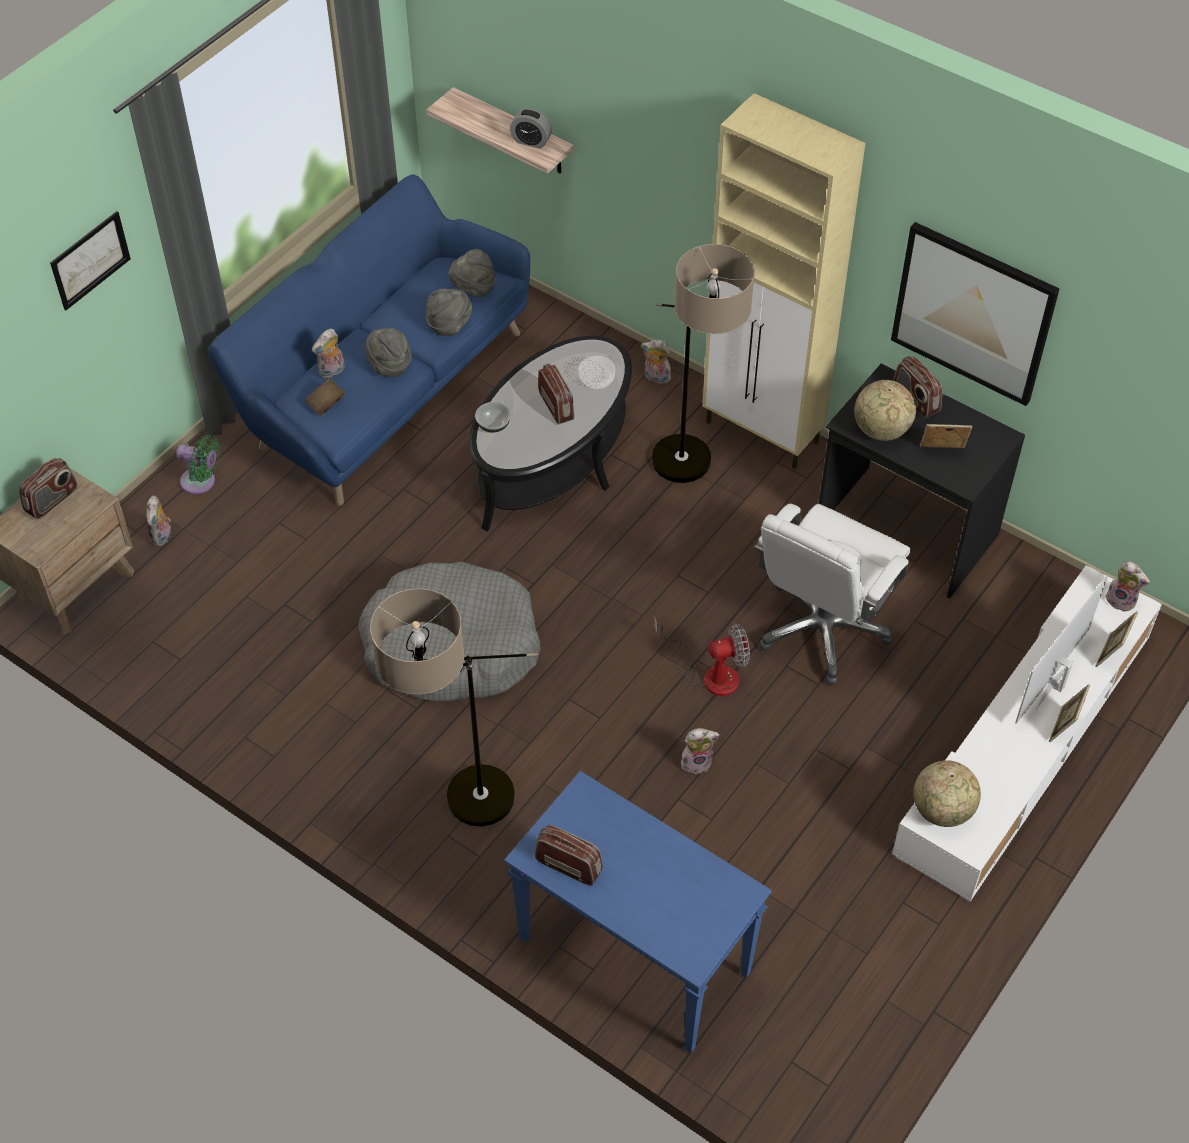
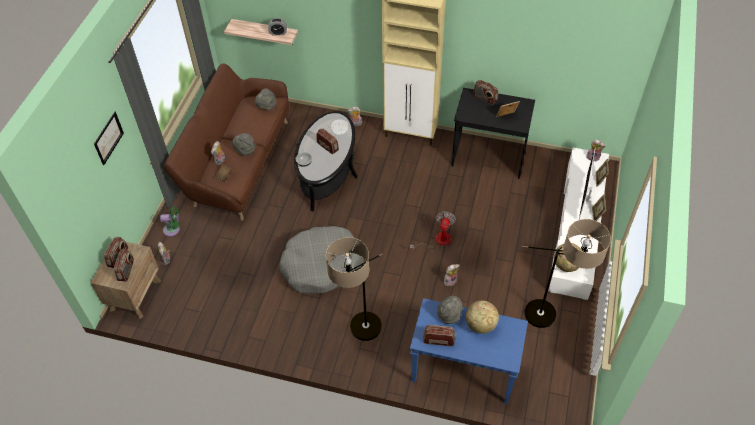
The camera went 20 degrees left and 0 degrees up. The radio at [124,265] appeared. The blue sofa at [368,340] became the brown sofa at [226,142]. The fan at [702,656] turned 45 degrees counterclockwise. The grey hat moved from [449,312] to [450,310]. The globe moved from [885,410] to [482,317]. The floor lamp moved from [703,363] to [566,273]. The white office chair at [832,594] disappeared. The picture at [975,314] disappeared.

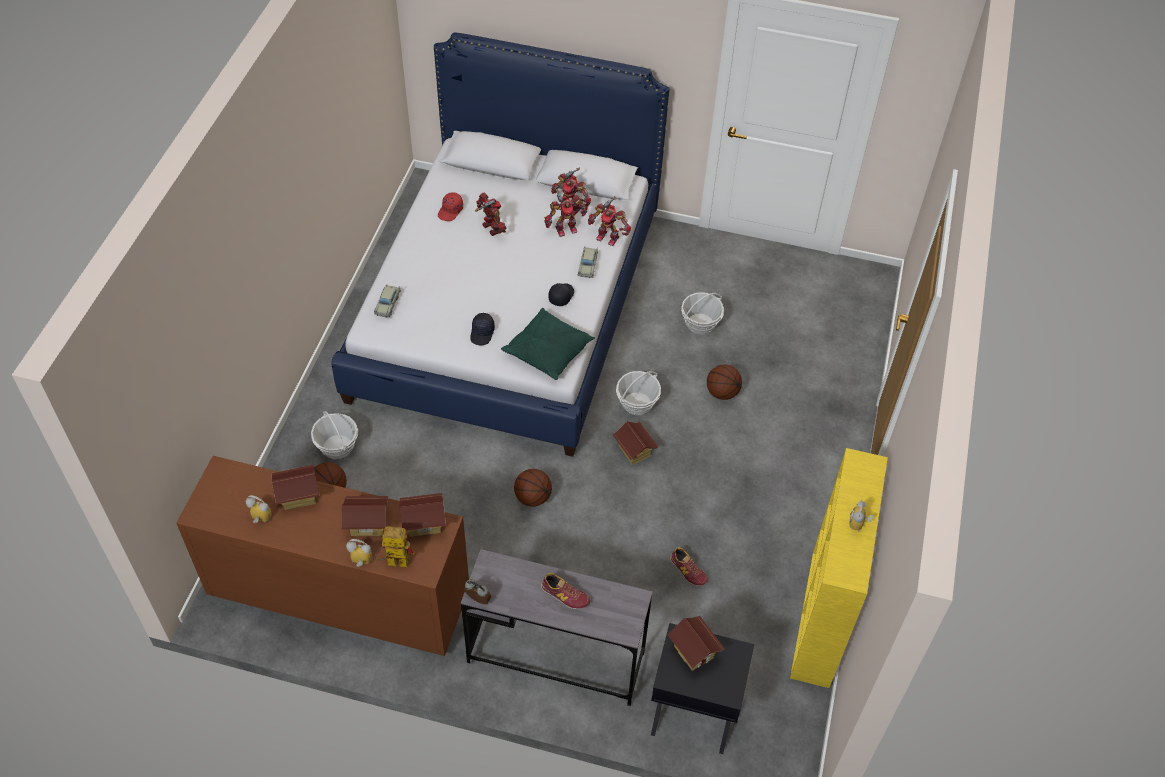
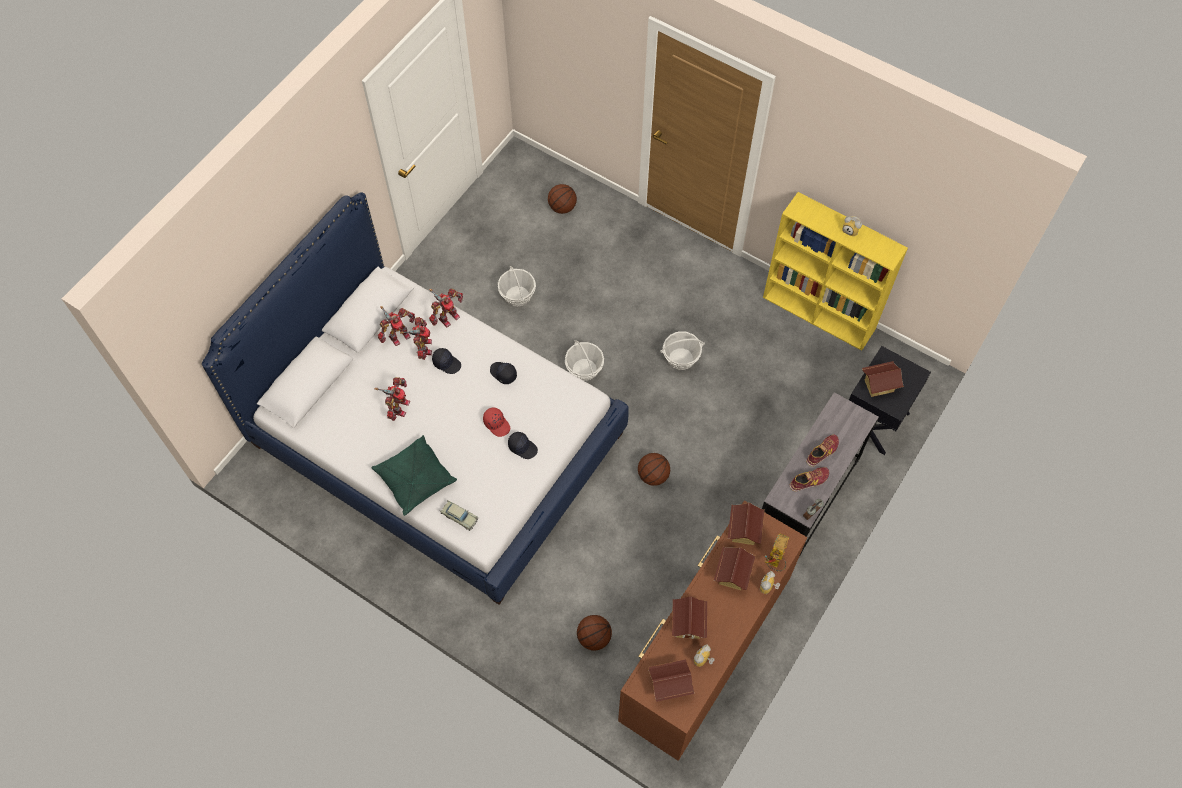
The camera went 70 degrees left and 10 degrees up. The green pillow moved from [548,344] to [414,475]. The toy robot at [491,214] turned 120 degrees clockwise. The black cap at [446,361] appeared. The red cap moved from [450,206] to [496,422]. The basketball moved from [724,382] to [562,199]. The toy house moved from [635,443] to [671,680]. The basket moved from [334,435] to [682,351]. The shoe moved from [689,566] to [809,479]. The beige toy car at [588,262] disappeared.

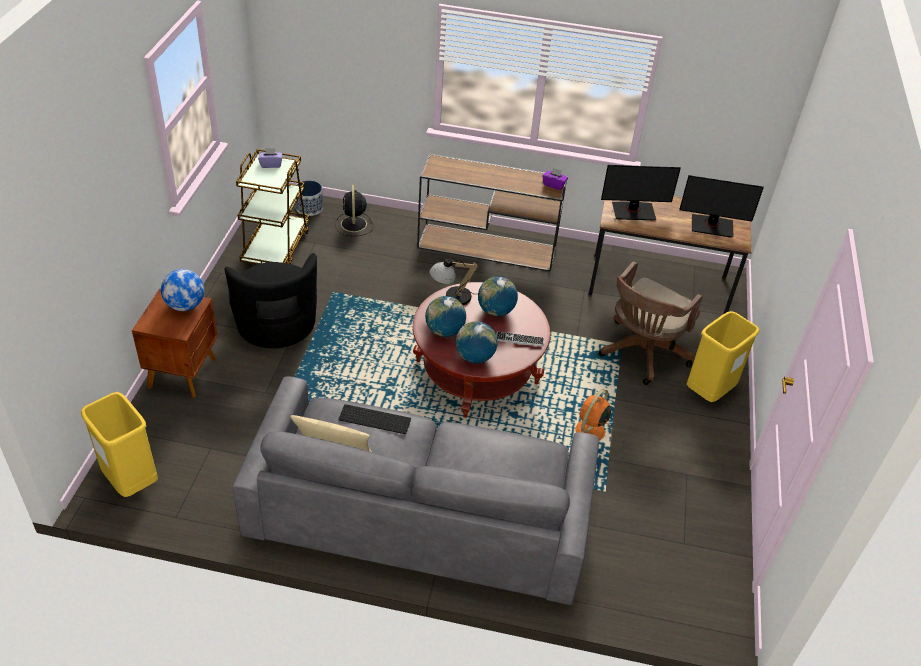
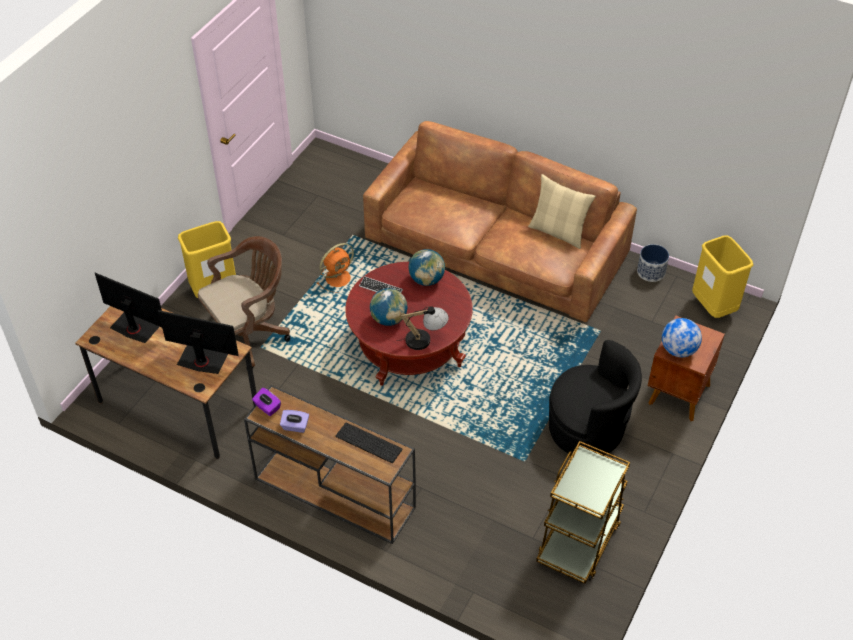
The camera went 160 degrees left and 5 degrees up. The purple tissue box moved from [270,158] to [294,421]. The keyboard moved from [374,419] to [369,443]. The grey sofa at [415,490] became the brown sofa at [500,221]. The black armchair at [270,300] turned 105 degrees clockwise. The planter moved from [309,198] to [653,263]. The black fan at [354,210] disappeared. The globe at [445,316] disappeared.

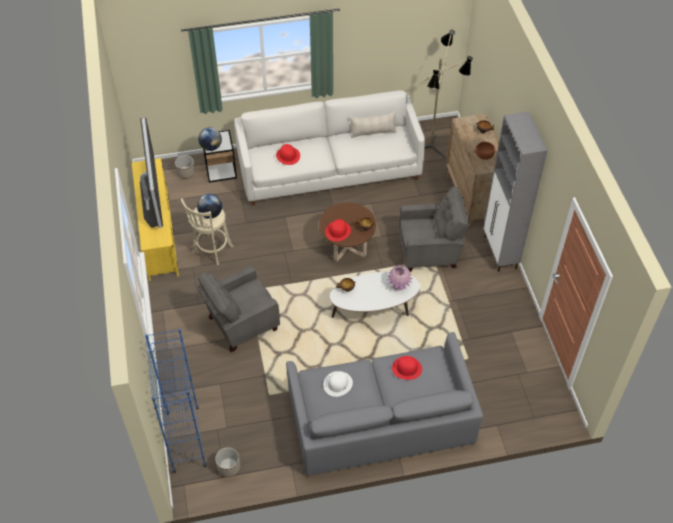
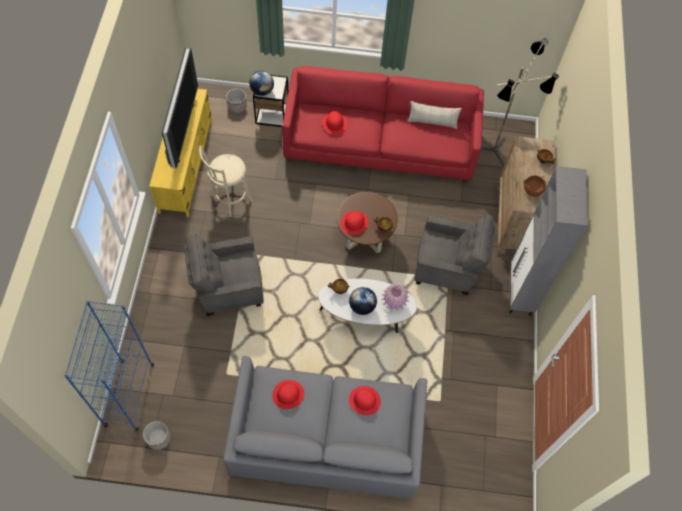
The camera went 15 degrees right and 10 degrees up. The white hat at [338,384] became the red hat at [288,394]. The white sofa at [329,147] became the red sofa at [383,124]. The globe moved from [209,206] to [363,301].

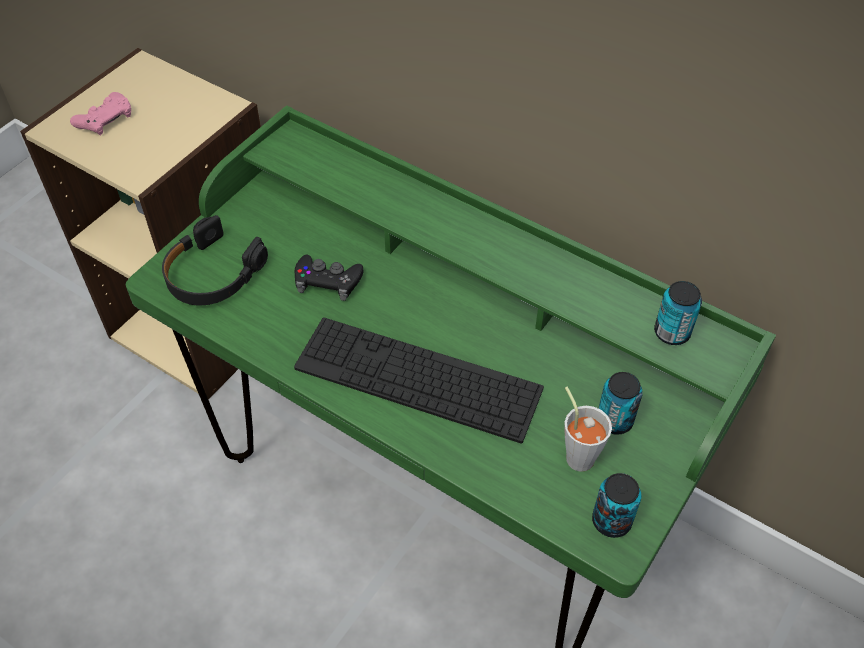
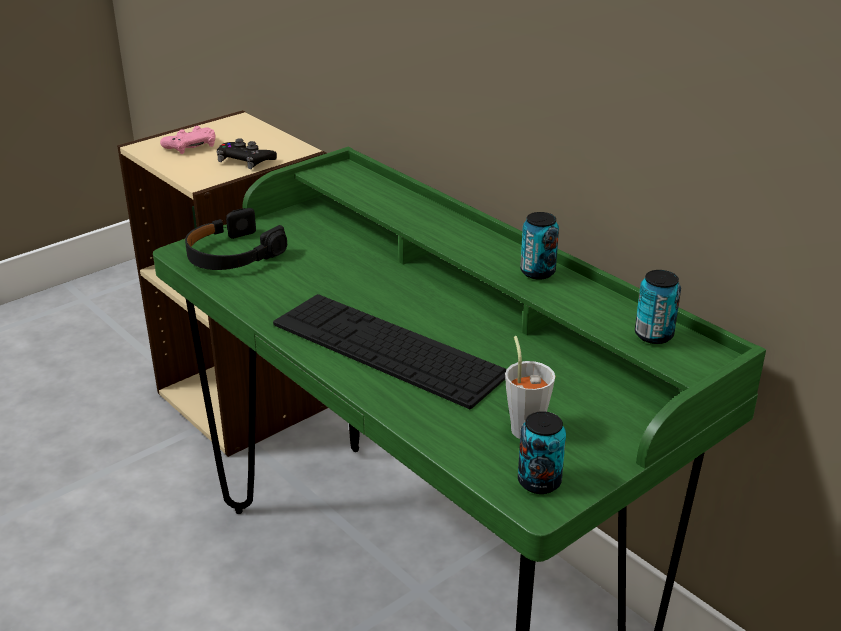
The camera went 15 degrees right and 20 degrees down. The black game controller moved from [329,278] to [247,153]. The can moved from [620,403] to [539,246].

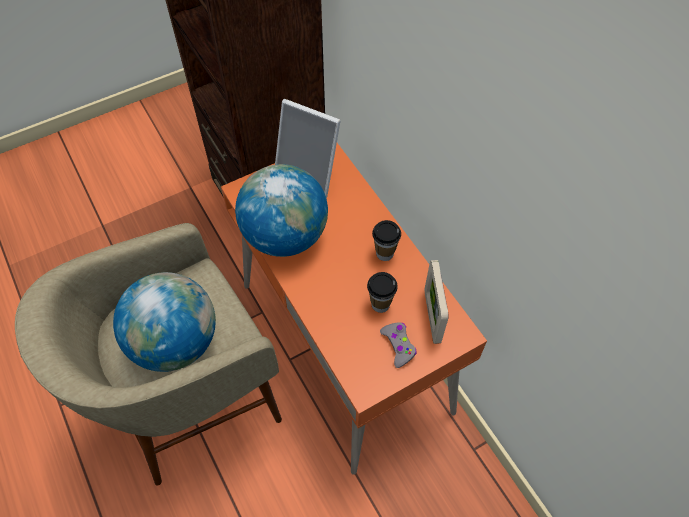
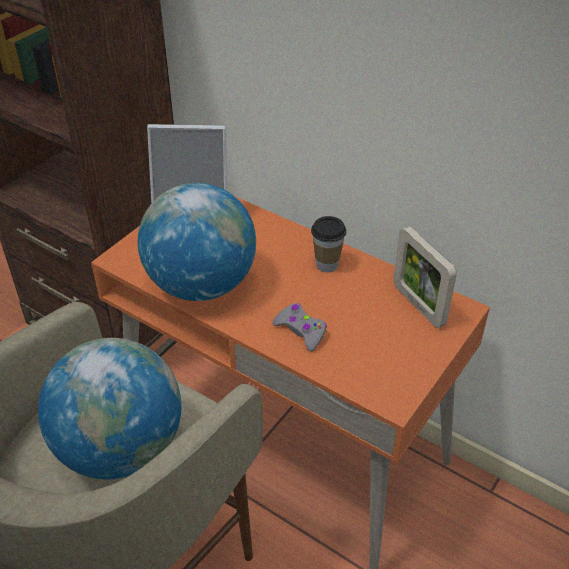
The camera went 25 degrees left and 15 degrees down. The grey game controller moved from [398,345] to [300,327]. The cup at [382,292] disappeared.

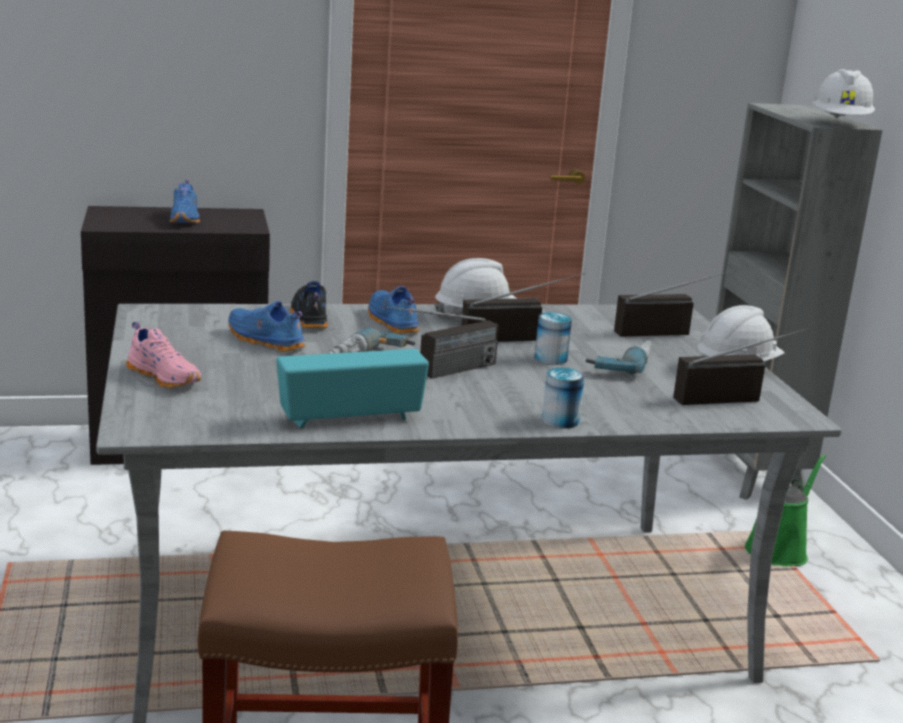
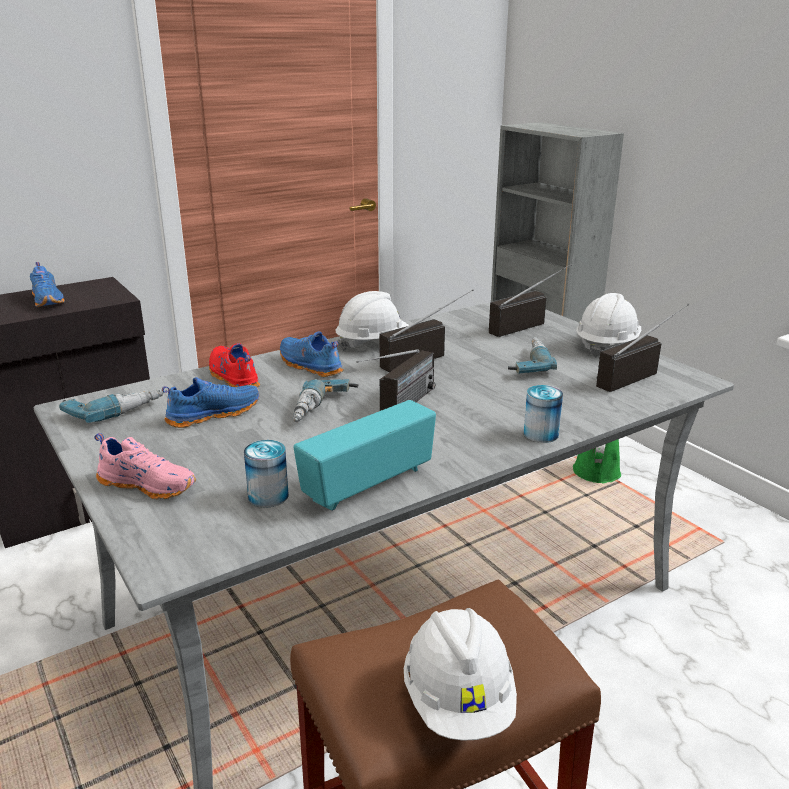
The camera went 20 degrees left and 5 degrees up. The power drill at [112,406] appeared. The blue shoe at [267,326] turned 135 degrees clockwise. The black shoe at [309,304] became the red shoe at [234,365]. The can moved from [553,338] to [266,474]. The white hard hat moved from [843,94] to [460,674].

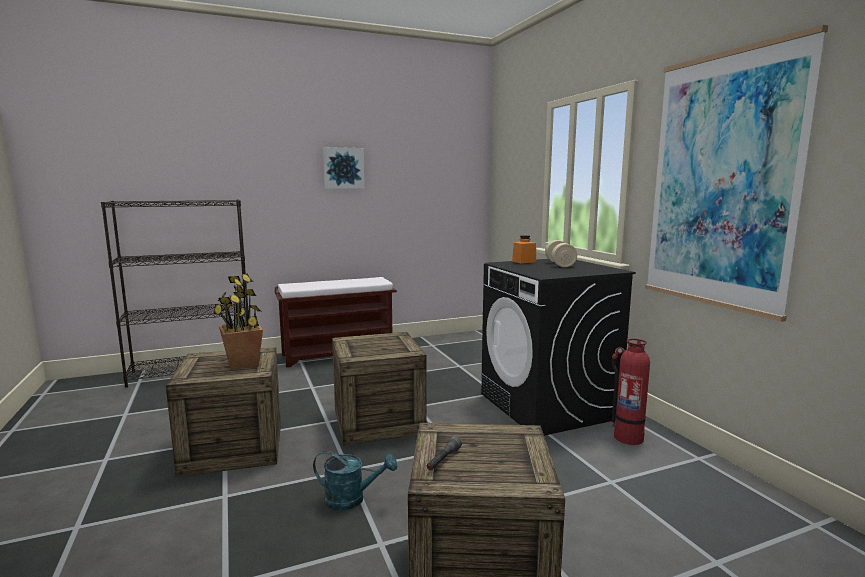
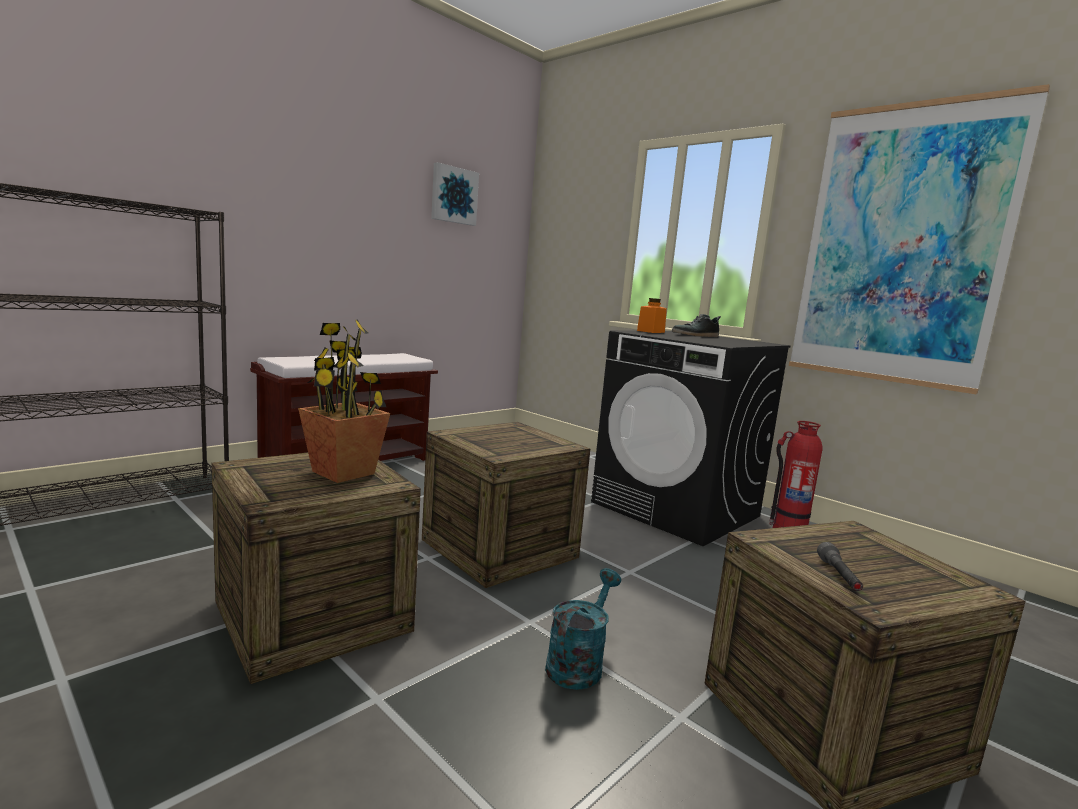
The camera went 25 degrees left and 0 degrees up. The picture moved from [343,168] to [455,194]. The turquoise watering can at [355,481] turned 45 degrees counterclockwise. The beige dumbbell at [561,253] was replaced by the shoe at [696,325].

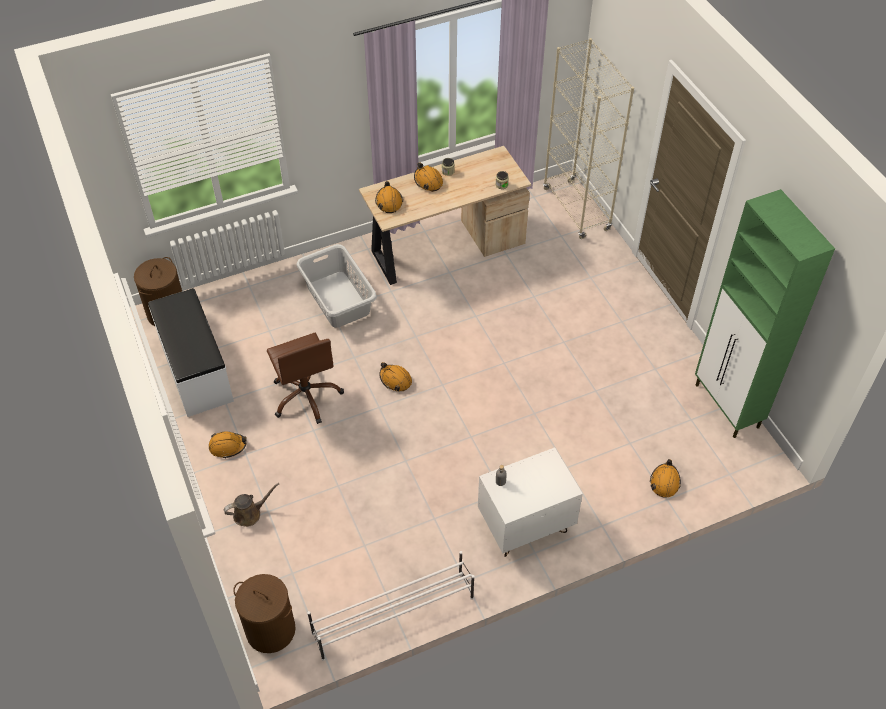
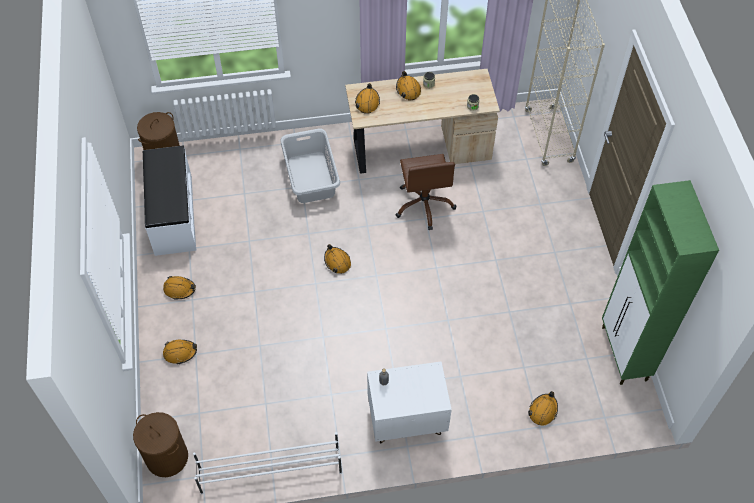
The camera went 15 degrees right and 5 degrees up. The brown watering can at [251,505] was replaced by the orange hard hat at [180,352]. The brown office chair moved from [305,378] to [425,192].

